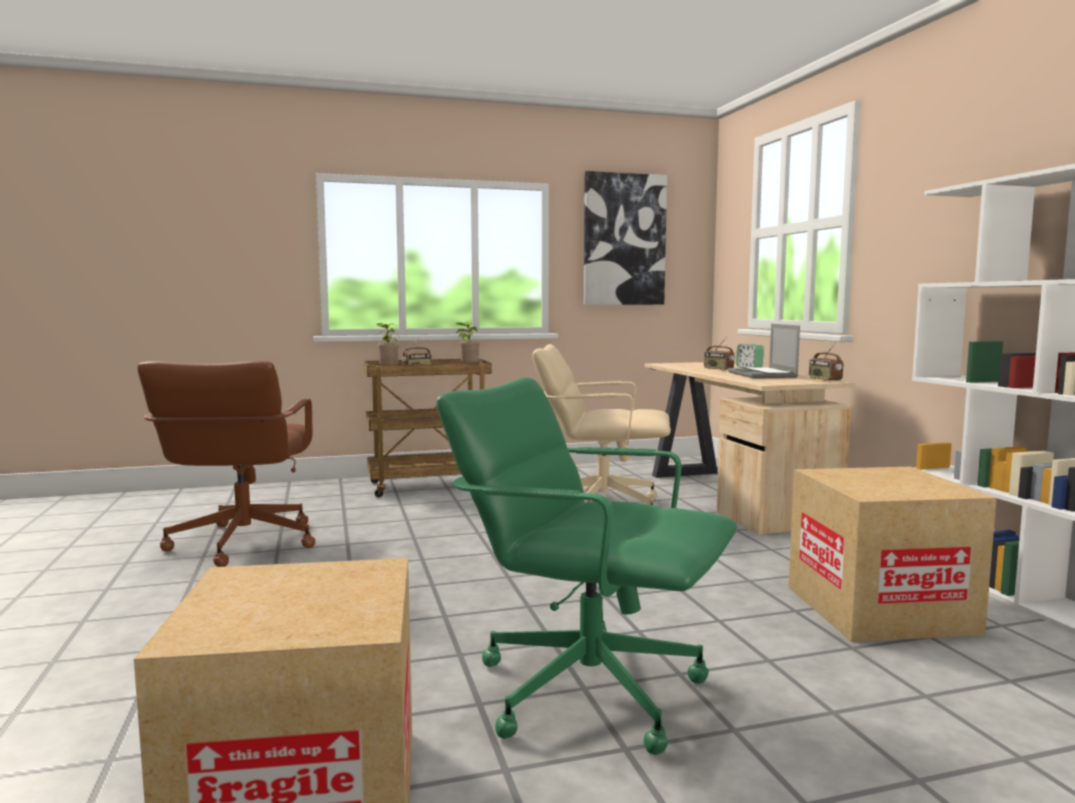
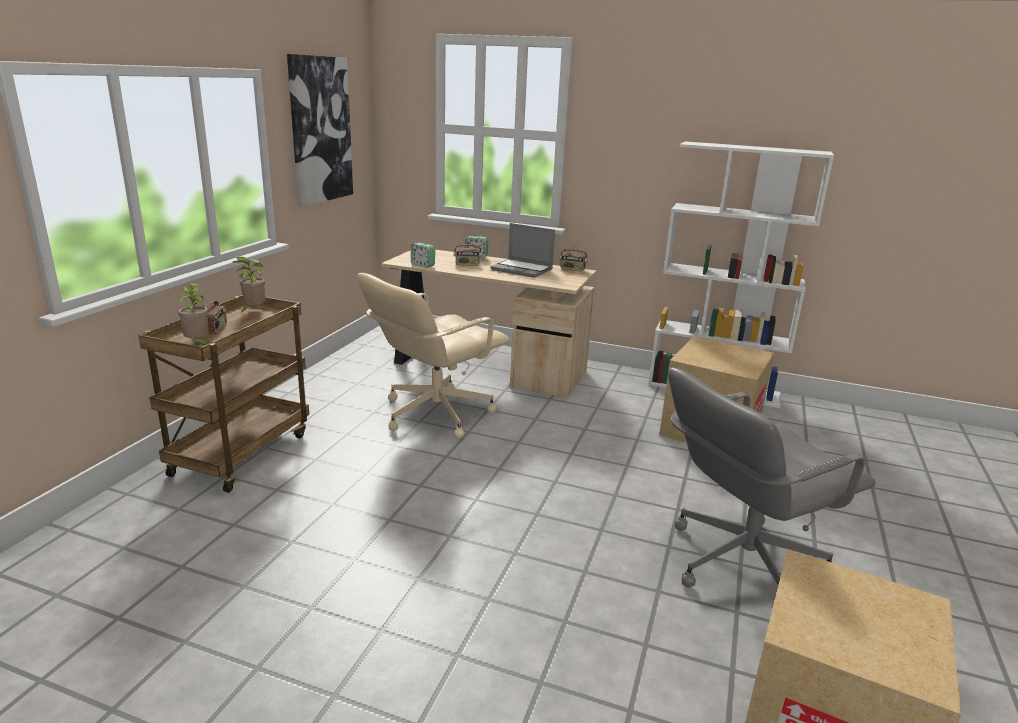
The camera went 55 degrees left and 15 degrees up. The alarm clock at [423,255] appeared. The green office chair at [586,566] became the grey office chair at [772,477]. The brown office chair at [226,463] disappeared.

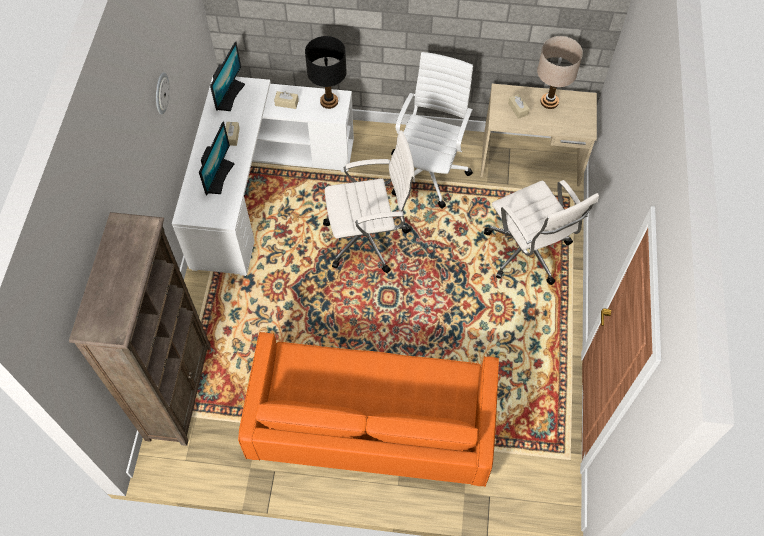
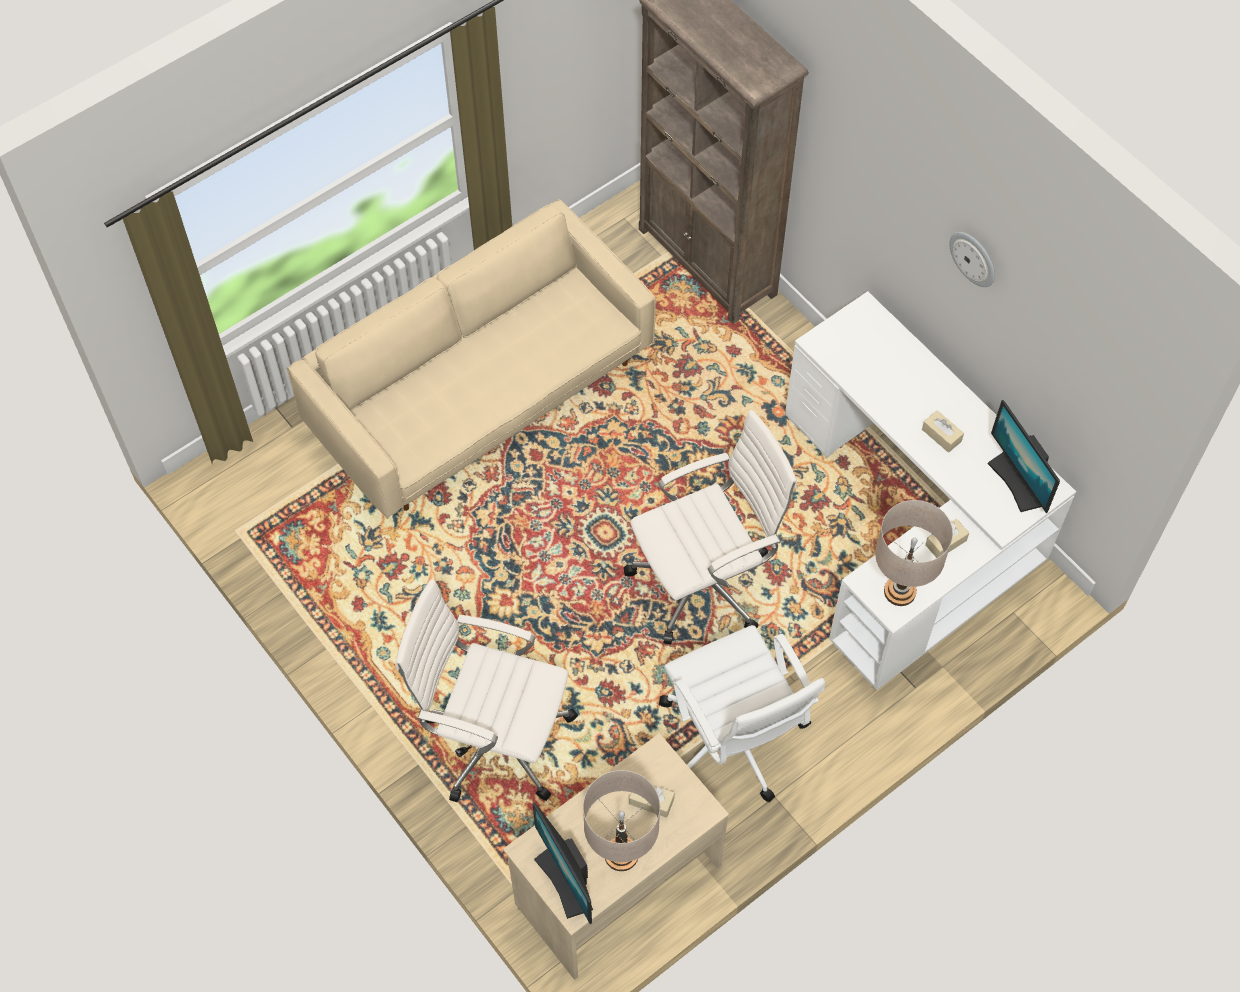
The camera went 135 degrees right and 0 degrees up. The orange sofa at [368,409] became the beige sofa at [471,359]. The monitor moved from [216,159] to [563,863]. The white office chair at [369,201] turned 150 degrees counterclockwise. The black table lamp at [326,72] became the beige table lamp at [914,553].

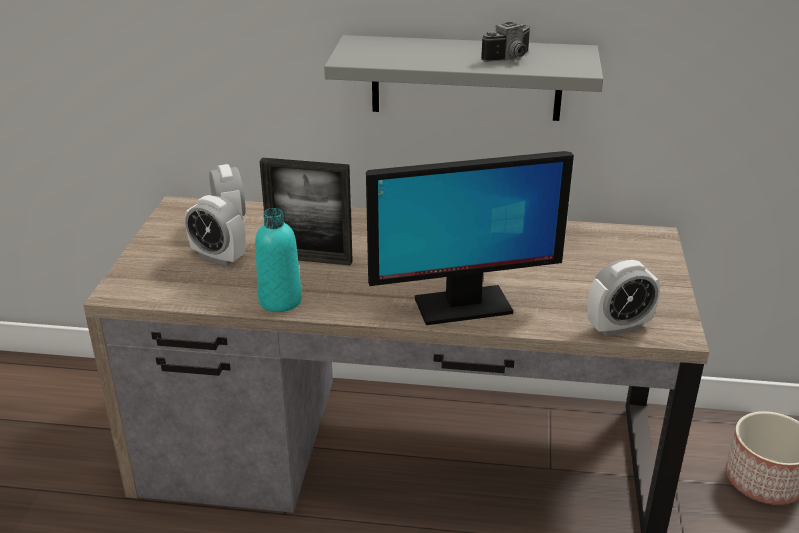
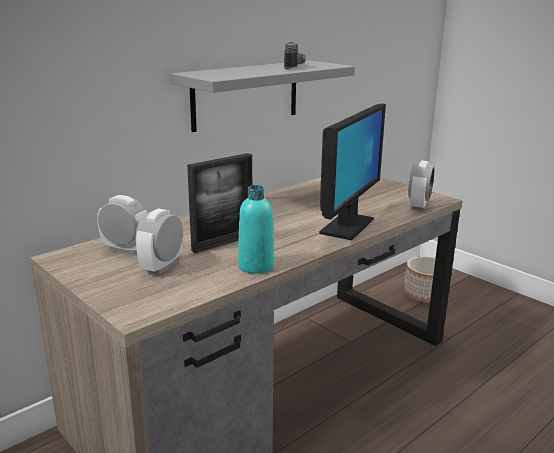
The camera went 50 degrees left and 10 degrees down. The alarm clock at [215,230] turned 135 degrees clockwise.

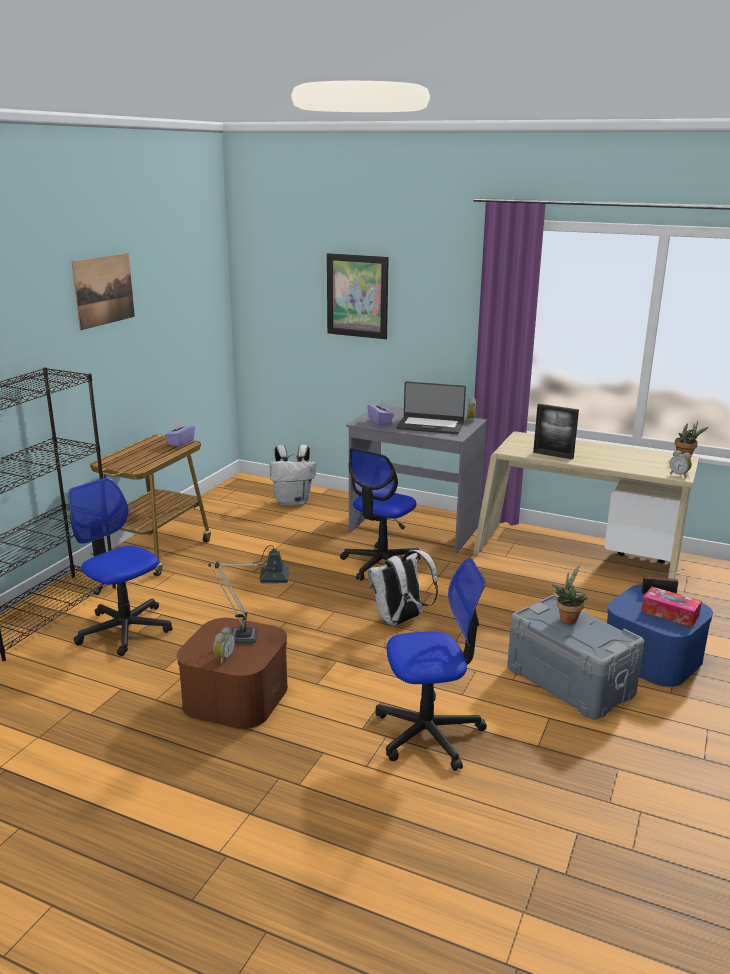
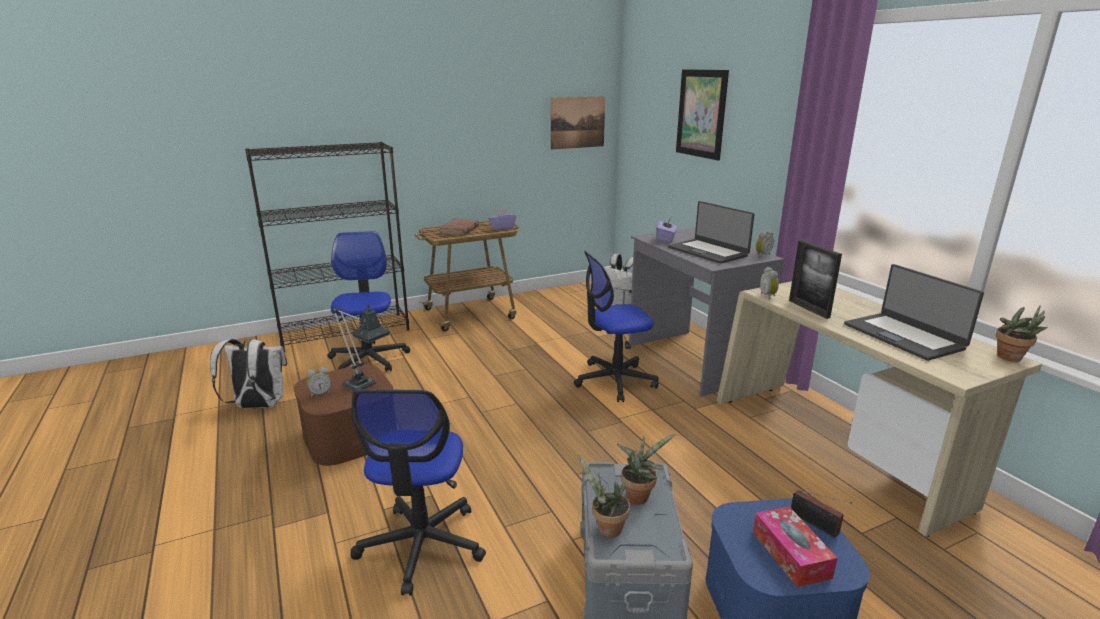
The camera went 40 degrees right and 0 degrees up. The white backpack moved from [403,588] to [248,373]. The office chair at [431,664] turned 60 degrees clockwise. The brown book at [458,227] appeared. The picture moved from [103,291] to [577,123]. The potted plant at [604,496] appeared. The alarm clock moved from [681,464] to [769,283]. The laptop at [914,312] appeared.

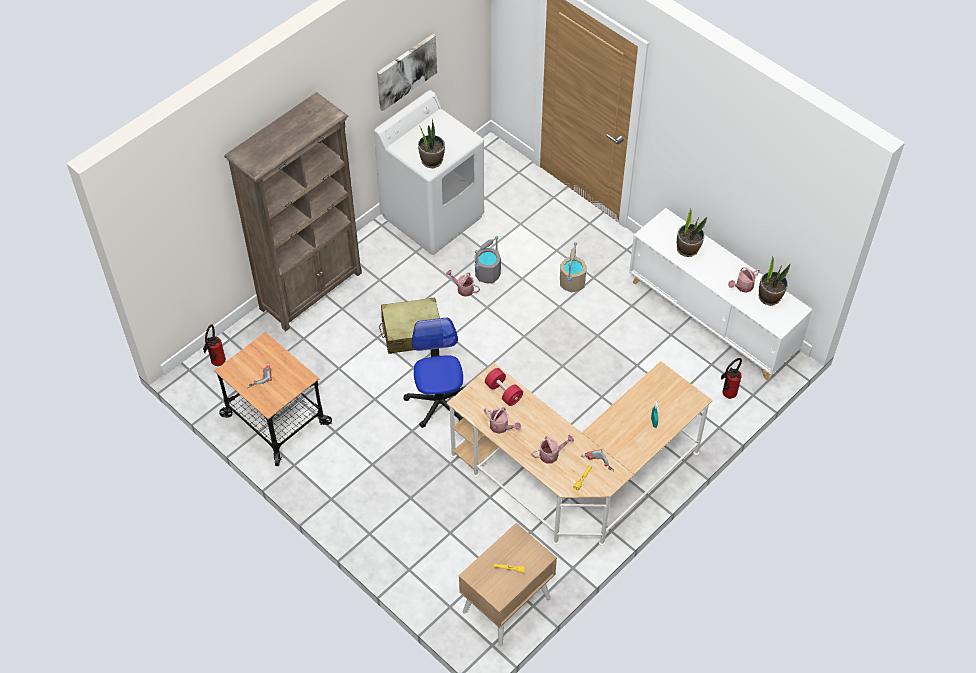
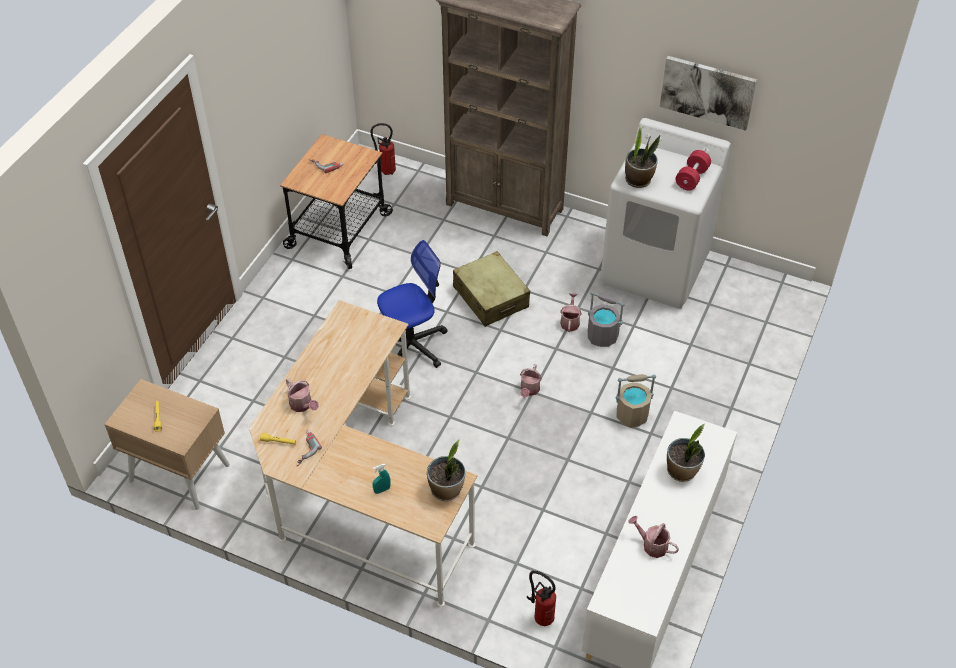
The camera went 70 degrees right and 5 degrees down. The potted plant moved from [775,280] to [446,470]. The watering can moved from [502,420] to [531,381]. The red dumbbell moved from [504,387] to [693,170].

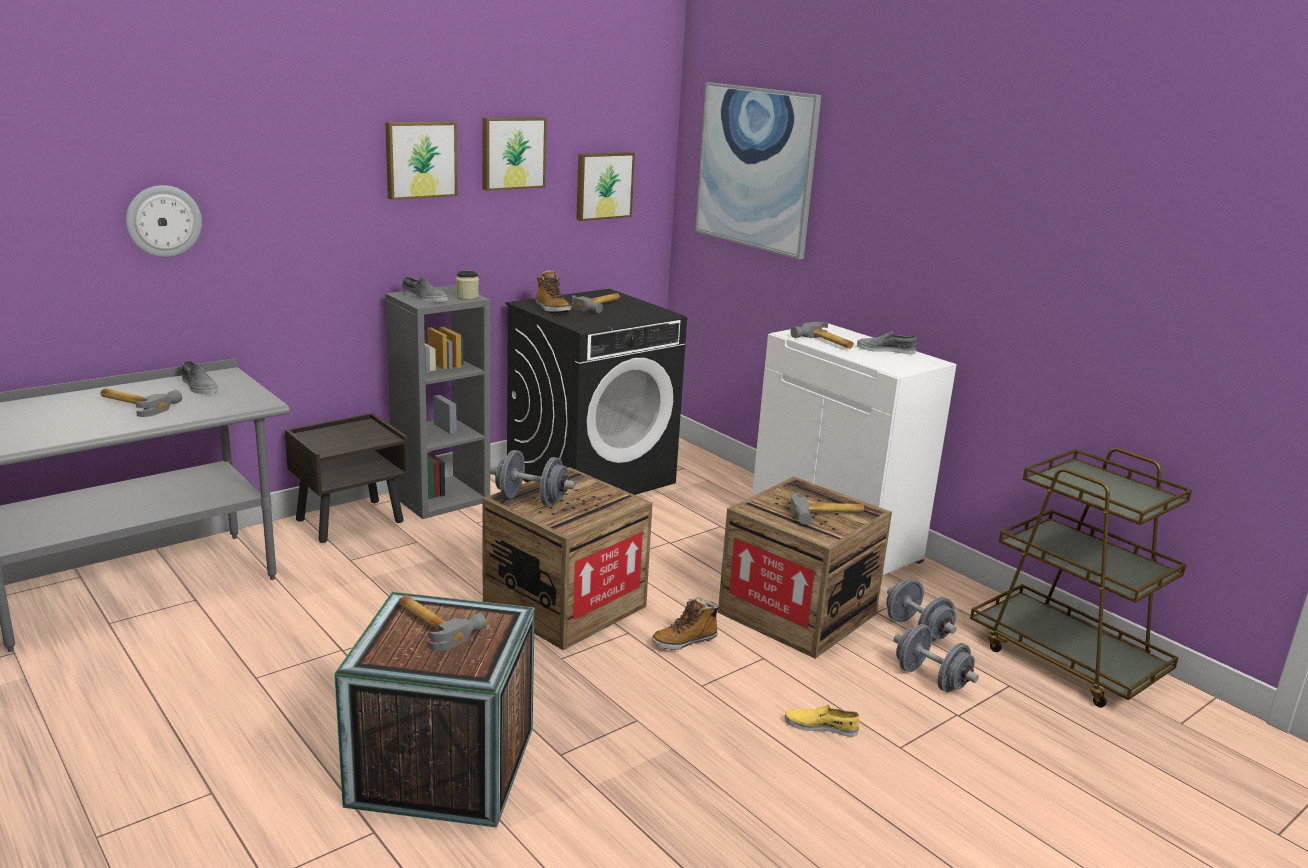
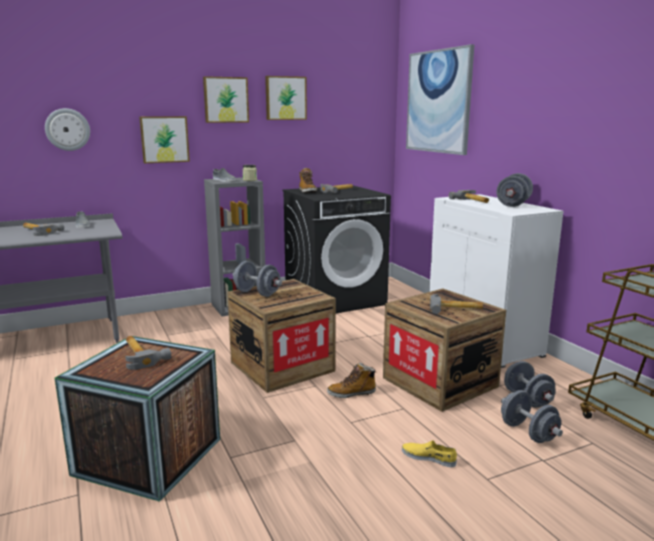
The camera went 15 degrees right and 5 degrees down. The picture moved from [605,186] to [164,139]. The grey shoe at [887,342] was replaced by the grey dumbbell at [515,190]. The brown nightstand at [346,478] disappeared.

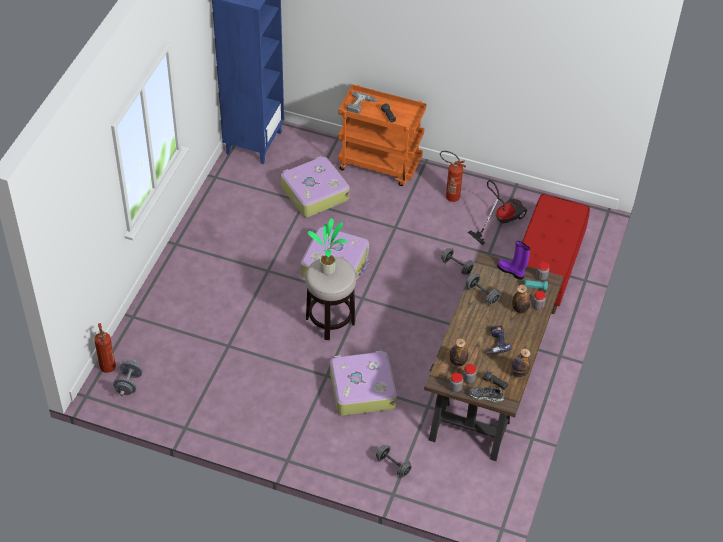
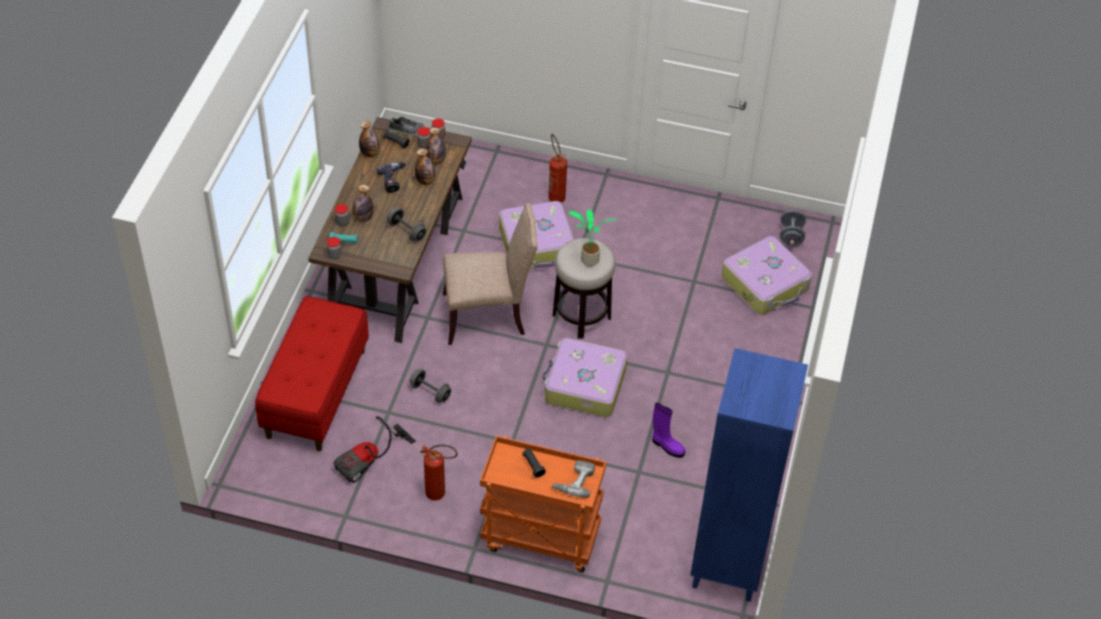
The camera went 175 degrees right and 0 degrees up. The bottle at [425,166] appeared. The beige chair at [490,274] appeared. The fire extinguisher moved from [105,348] to [557,168]. The purple boot moved from [513,260] to [669,430]. The suitcase moved from [315,186] to [766,275]. The grey dumbbell at [394,461] disappeared.

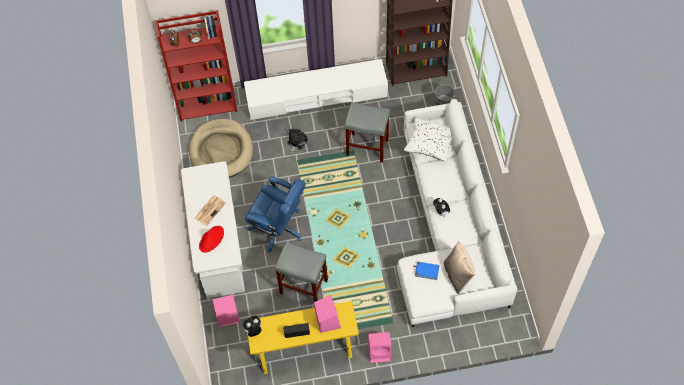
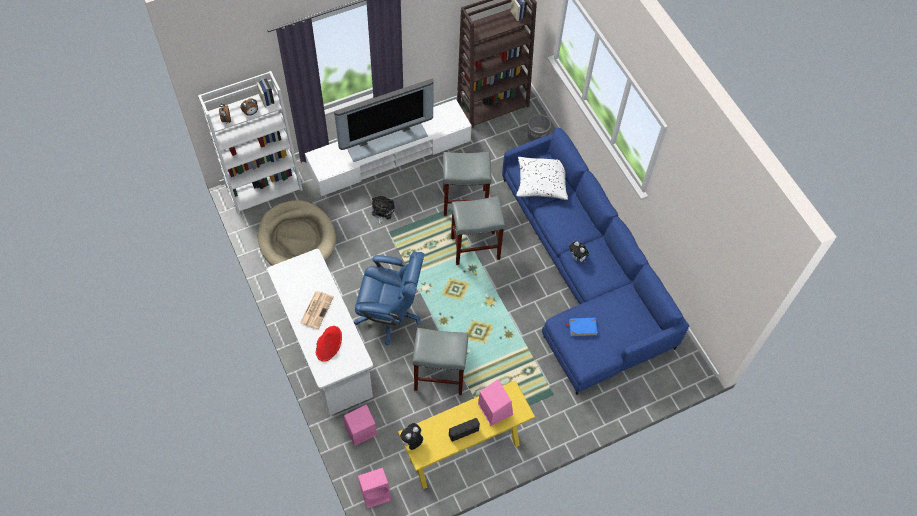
The camera went 20 degrees left and 0 degrees up. The red bookcase at [196,65] became the white bookcase at [250,142]. The television at [384,120] appeared. The pink speaker moved from [379,347] to [374,488]. The grey stool at [478,230] appeared. The white sofa at [457,213] became the blue sofa at [595,261]. The beige pillow at [459,268] disappeared.

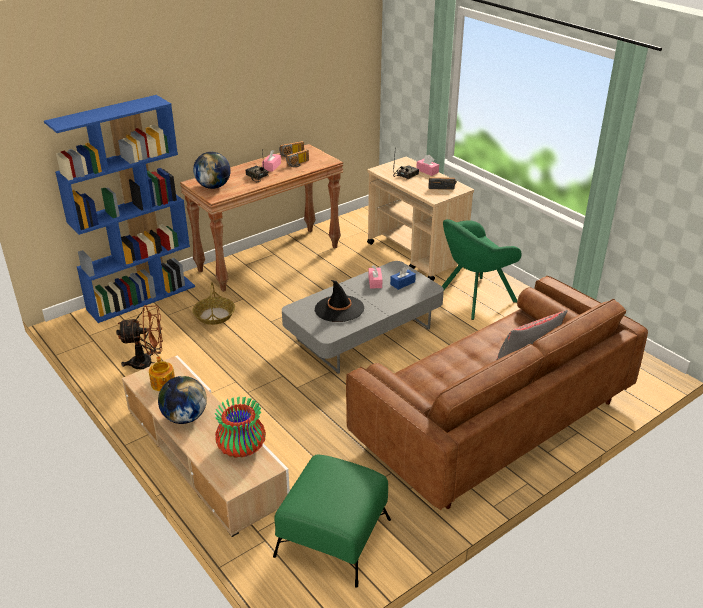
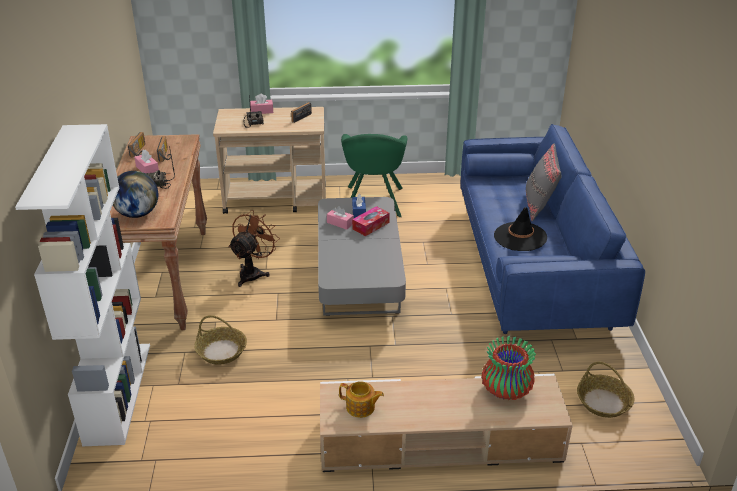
The camera went 55 degrees left and 0 degrees up. The blue bookcase at [119,209] became the white bookcase at [82,285]. The brown fan moved from [139,337] to [254,248]. The tissue box at [371,221] appeared. The brown sofa at [497,393] became the blue sofa at [552,229]. The black hat moved from [339,301] to [520,229]. The green ottoman at [332,521] was replaced by the basket at [605,390]. The globe at [182,400] disappeared.

